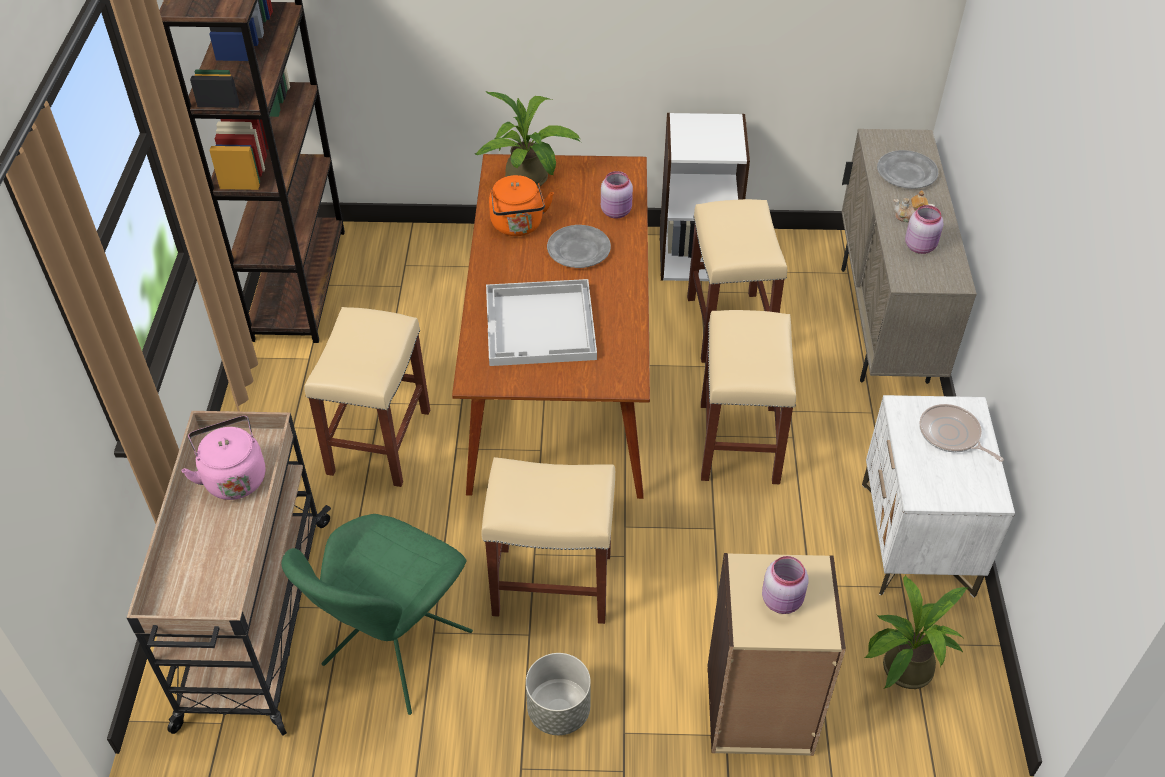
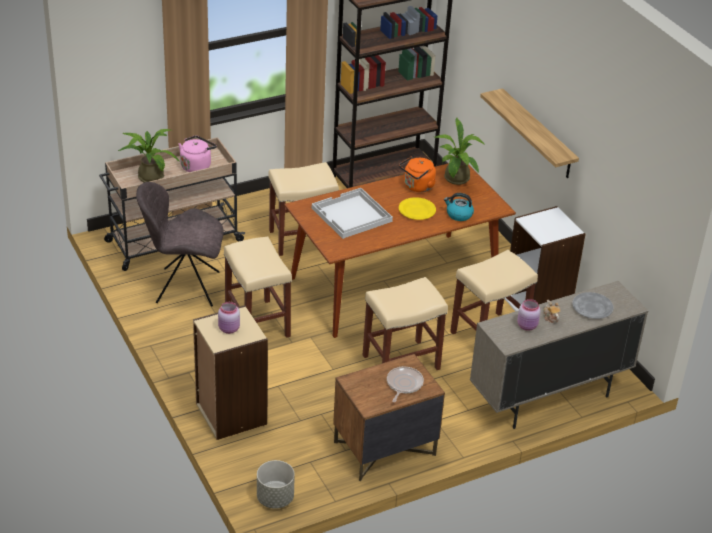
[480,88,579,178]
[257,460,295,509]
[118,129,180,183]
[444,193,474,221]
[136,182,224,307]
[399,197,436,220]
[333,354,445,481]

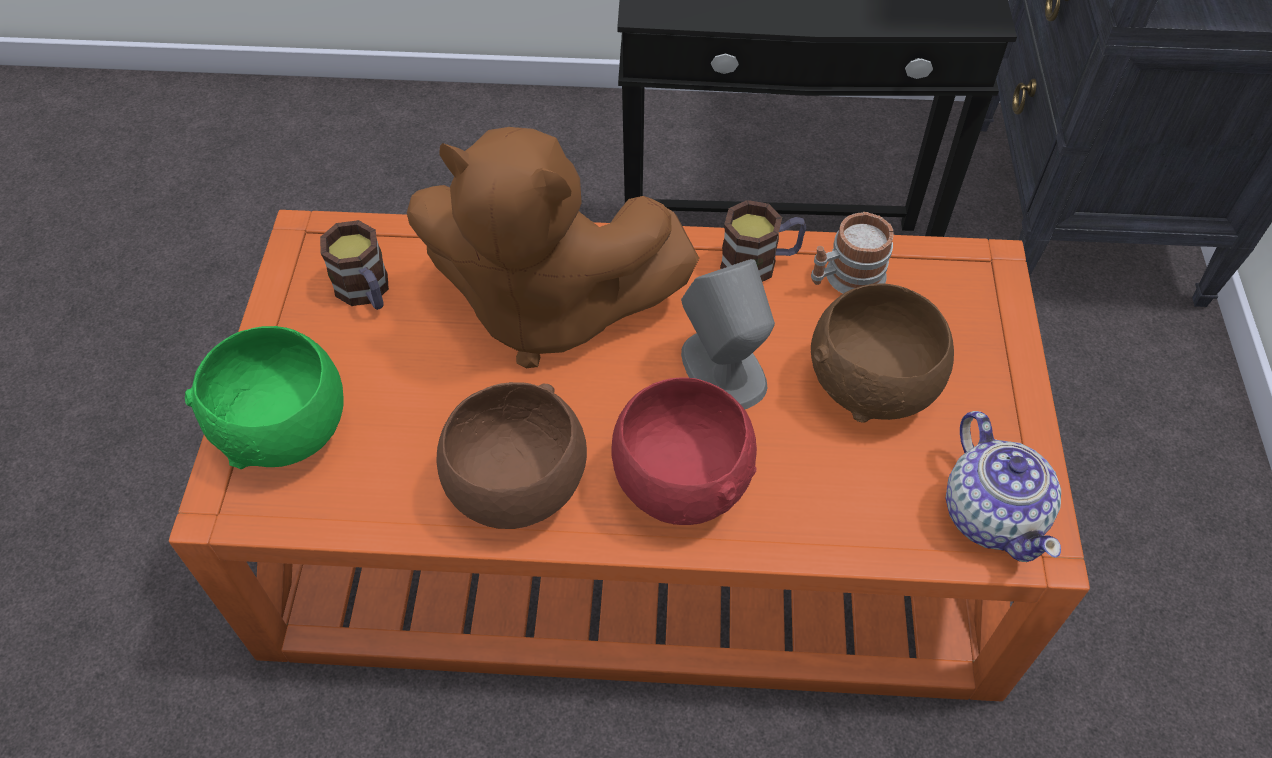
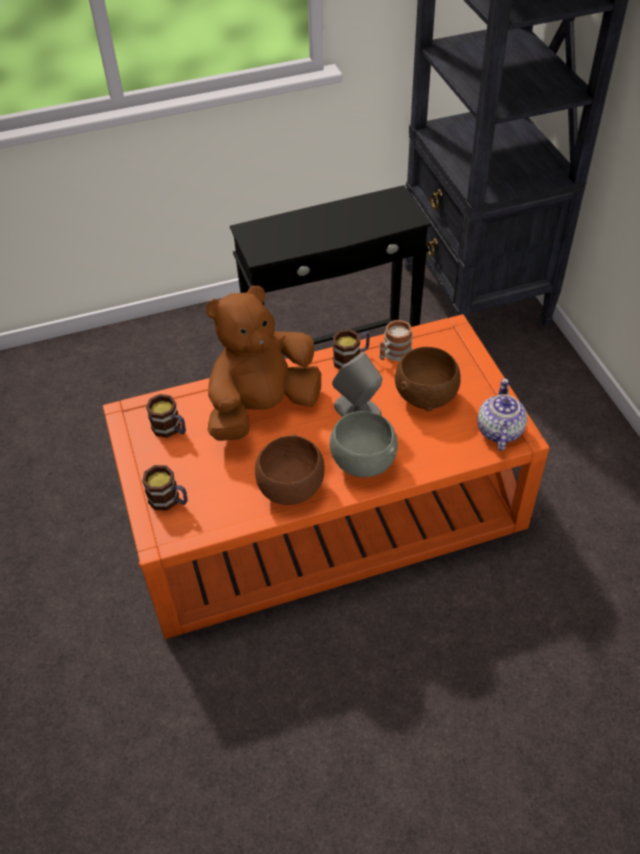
[142,465,188,511]
[330,411,398,477]
[206,286,321,441]
[477,378,527,451]

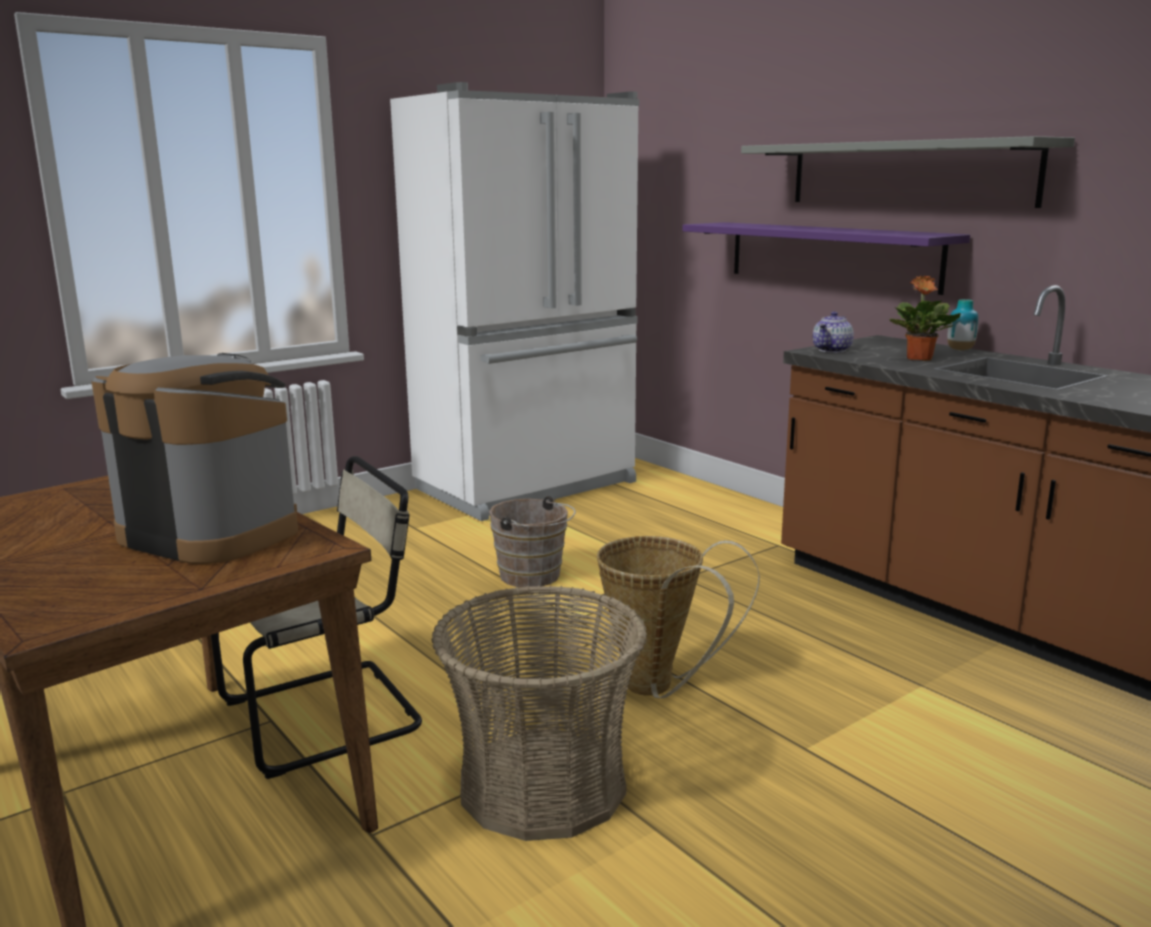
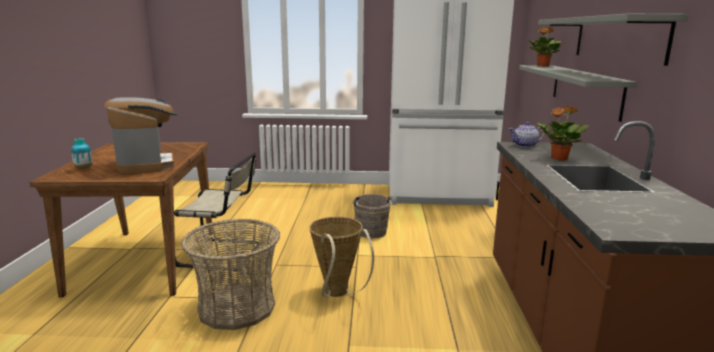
[528,27,561,67]
[71,138,92,170]
[519,65,636,122]

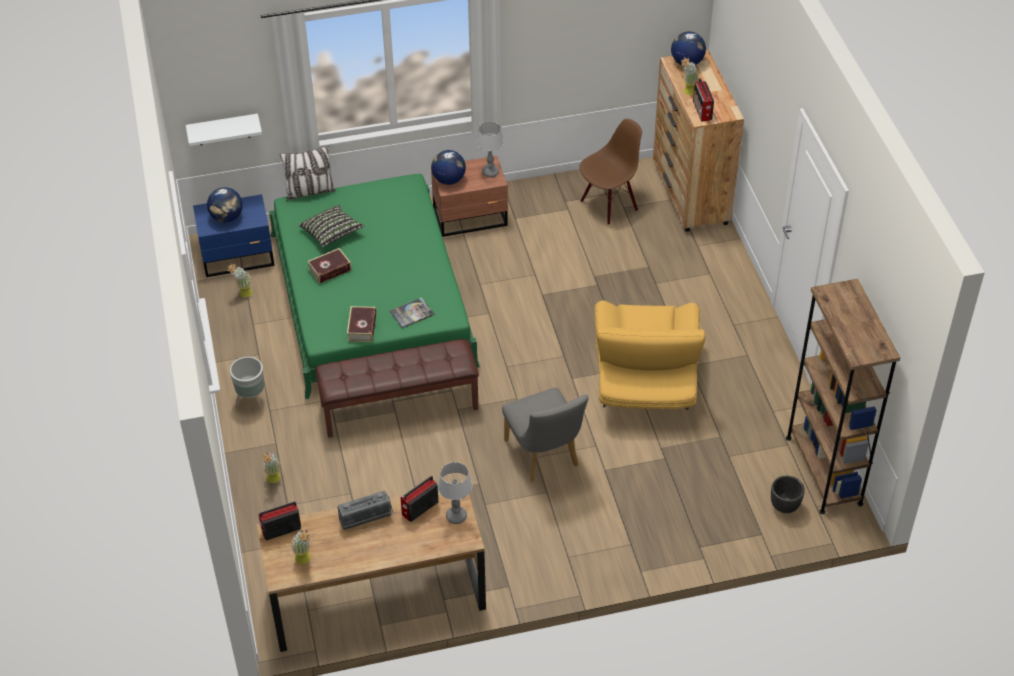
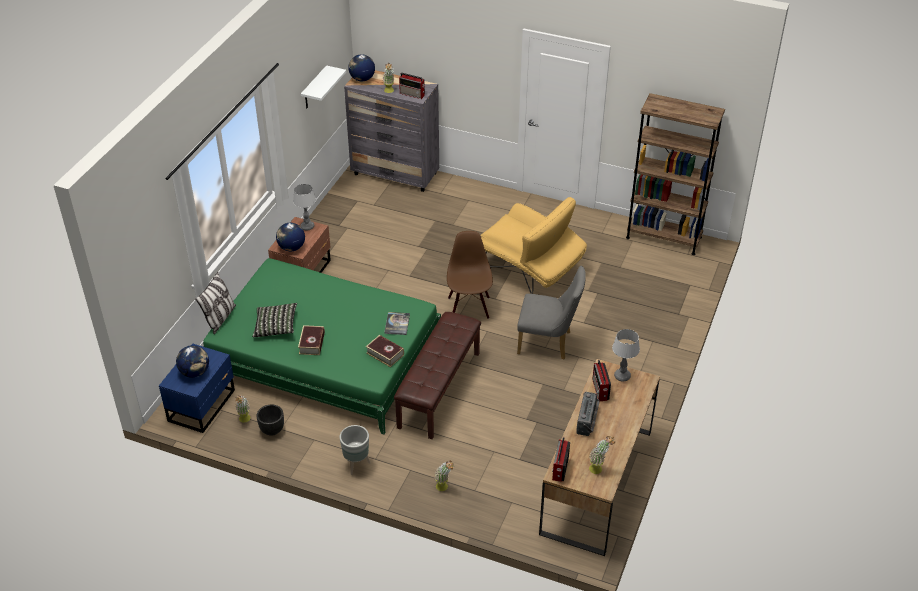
[301,65,346,108]
[447,231,493,319]
[257,405,284,436]
[344,70,439,192]

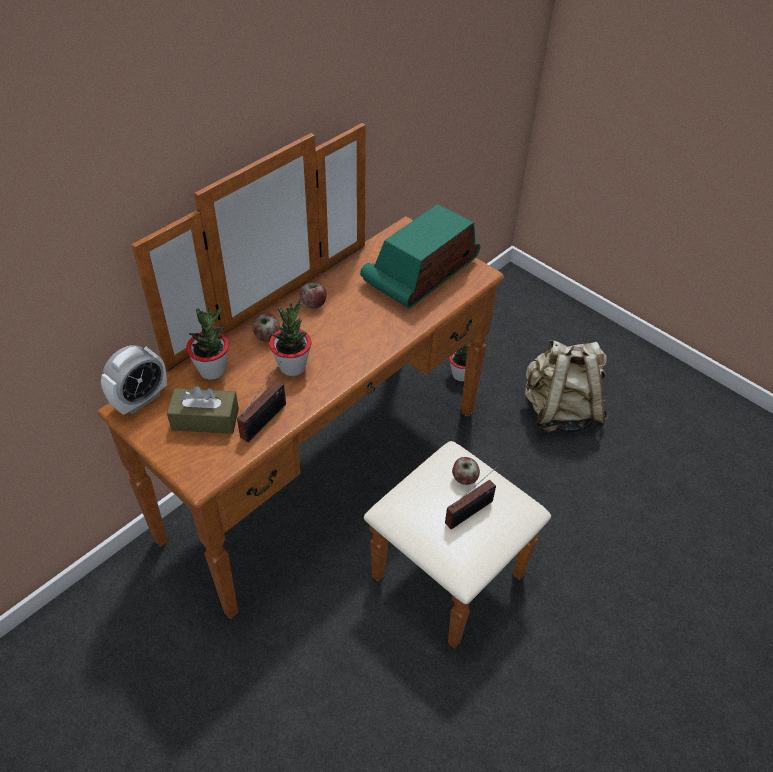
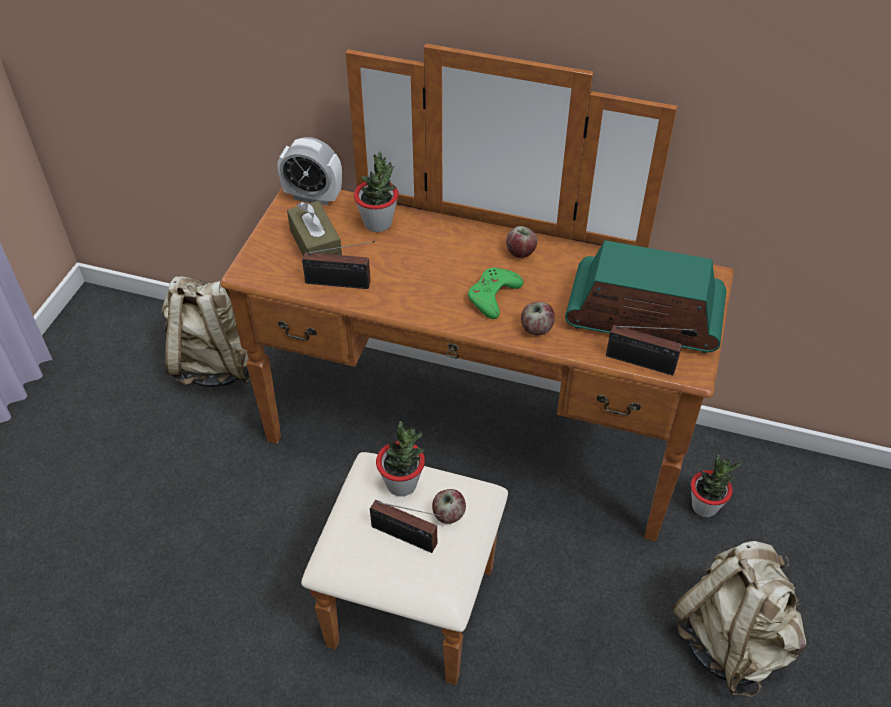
[162,276,250,387]
[468,268,524,319]
[606,325,695,375]
[521,302,555,336]
[376,421,425,497]

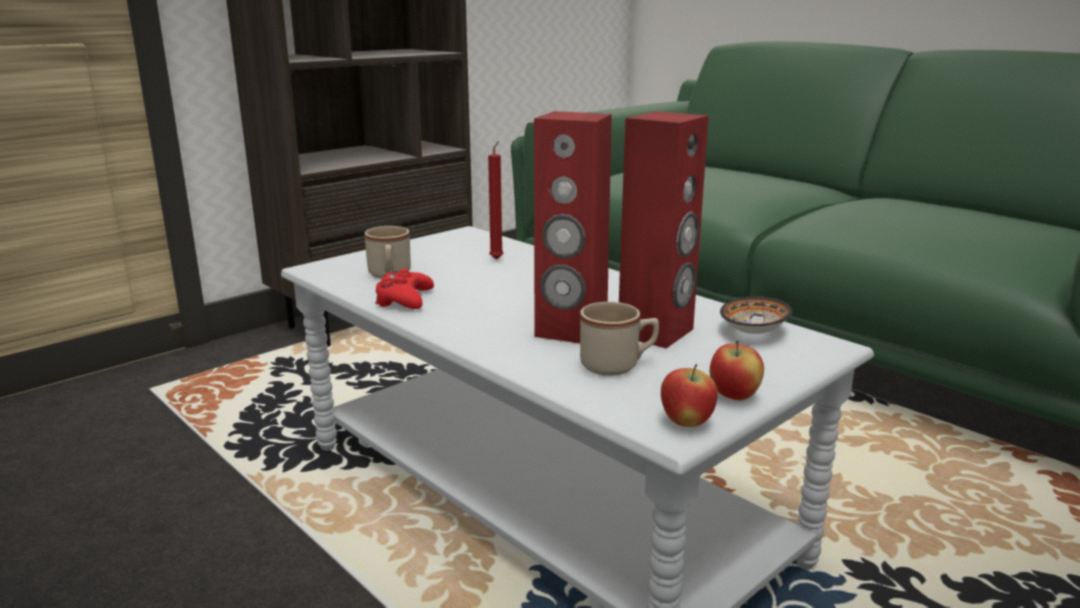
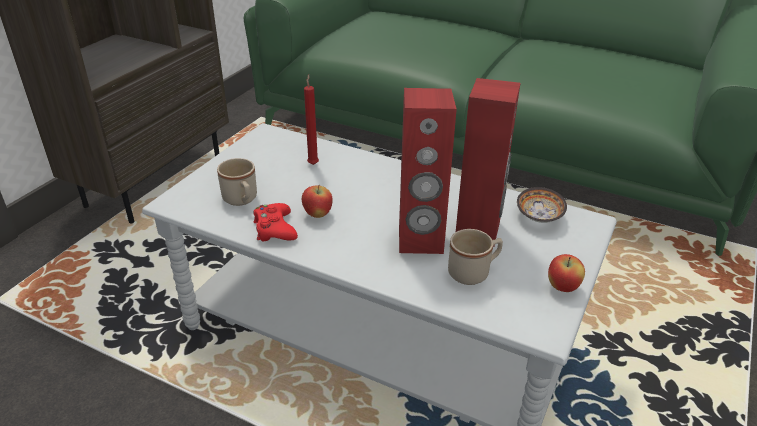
[302,185,333,218]

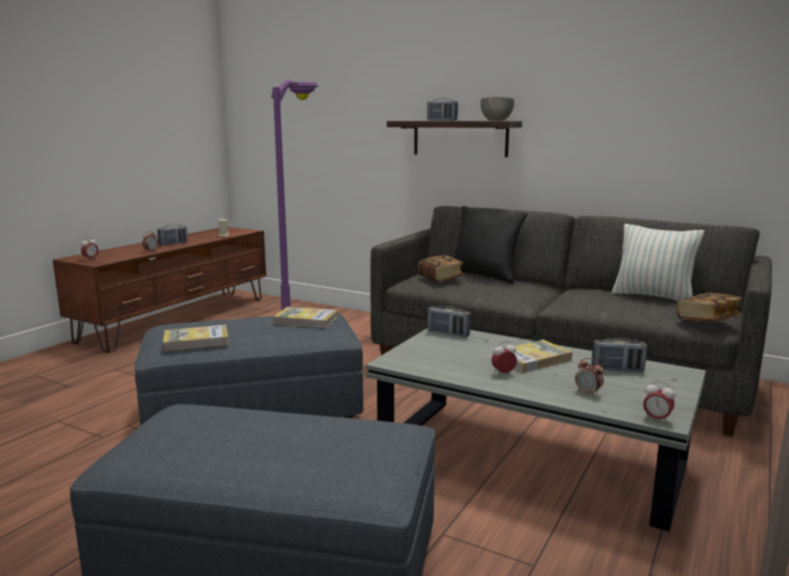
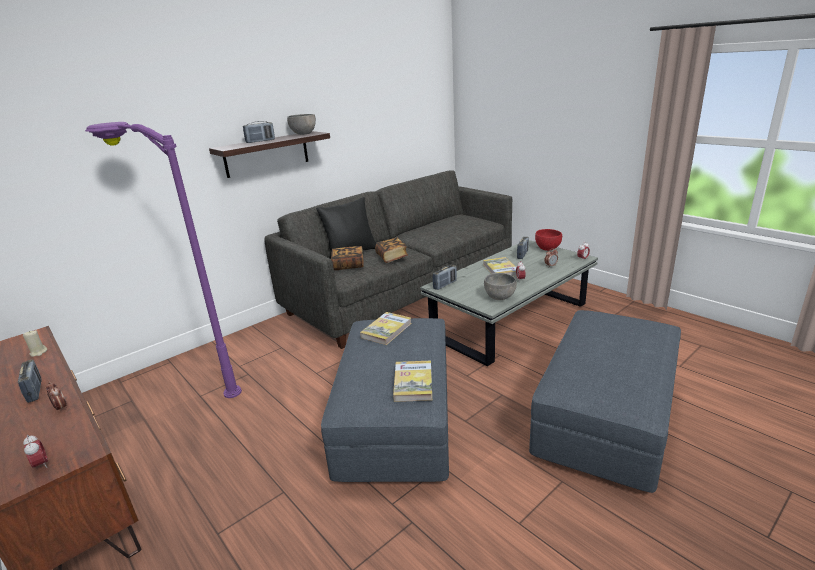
[612,224,704,302] (first image)
[484,273,517,300]
[535,229,562,251]
[375,238,408,263]

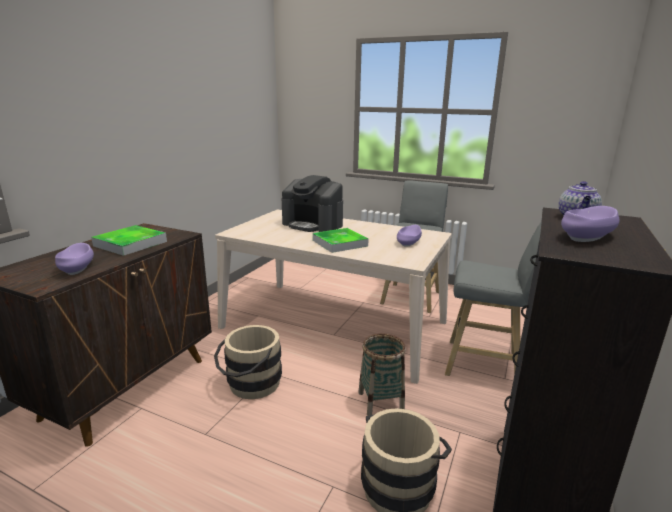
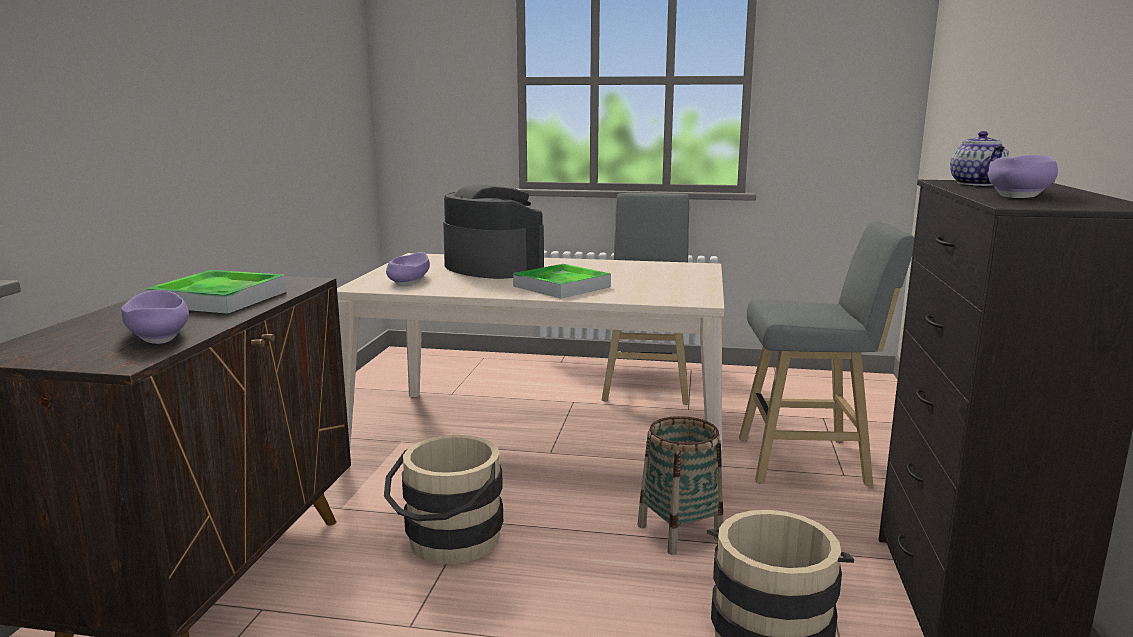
[386,252,430,286]
[443,184,544,279]

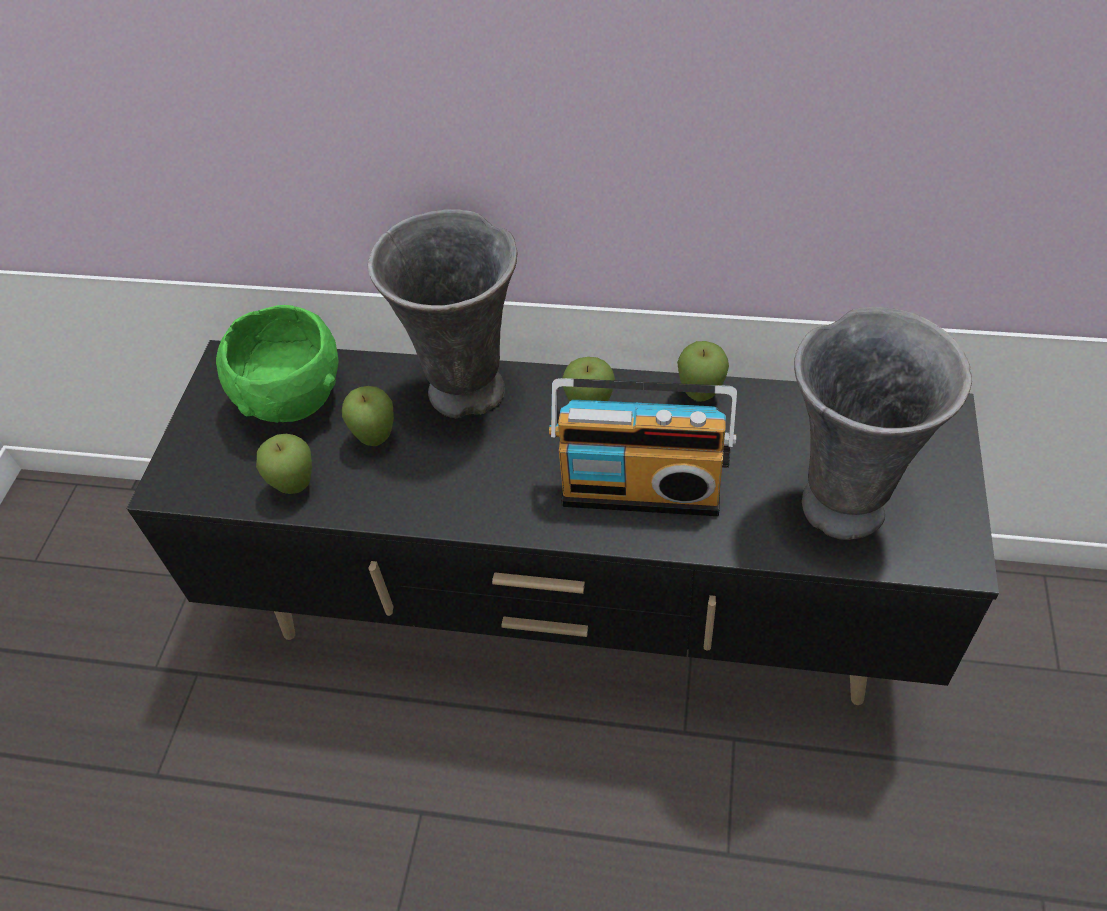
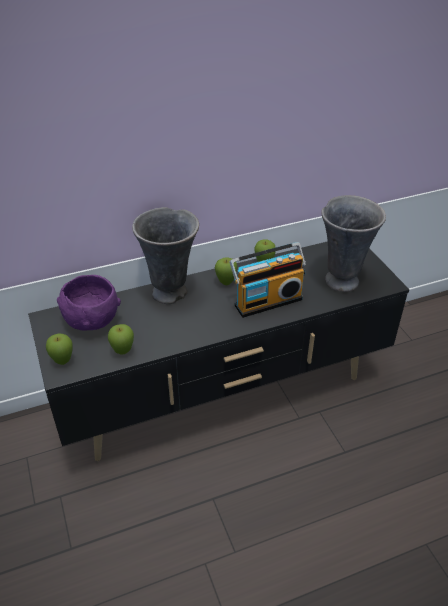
[46,333,73,365]
[57,275,121,331]

